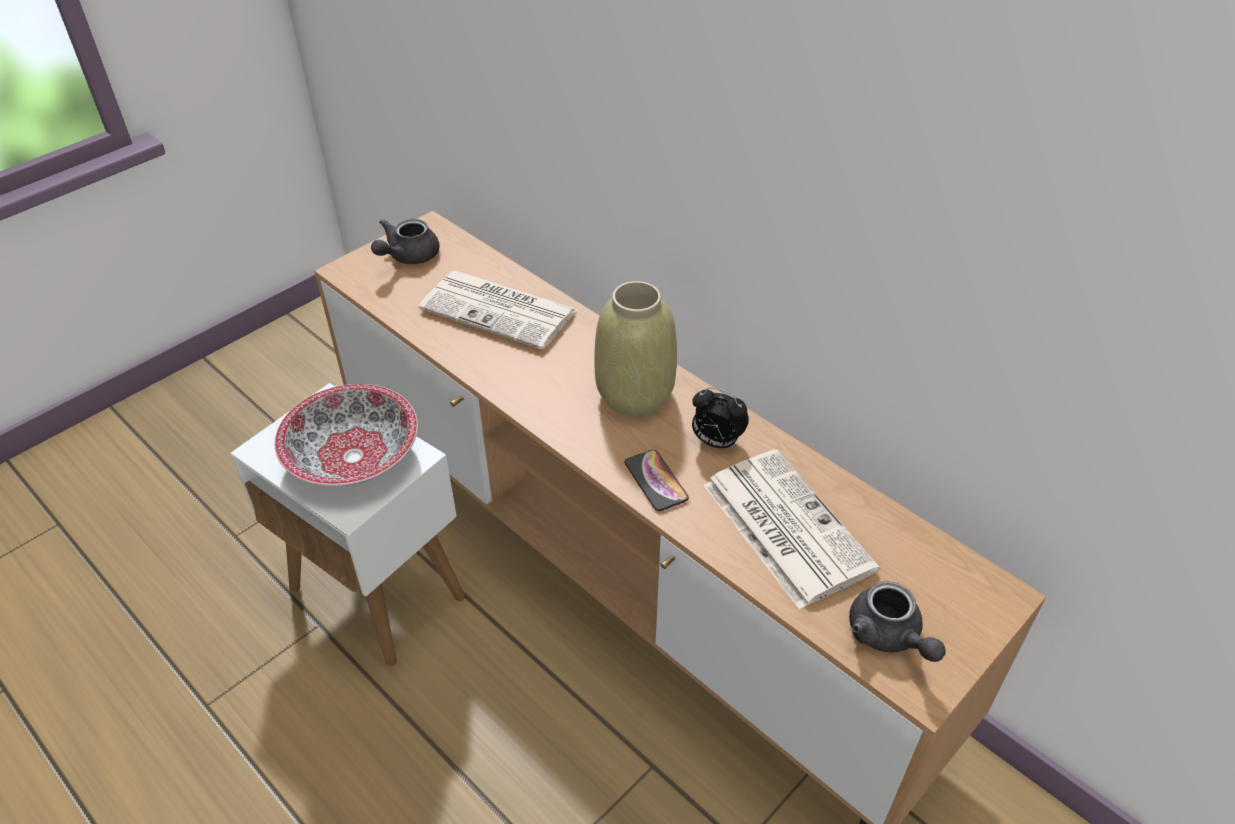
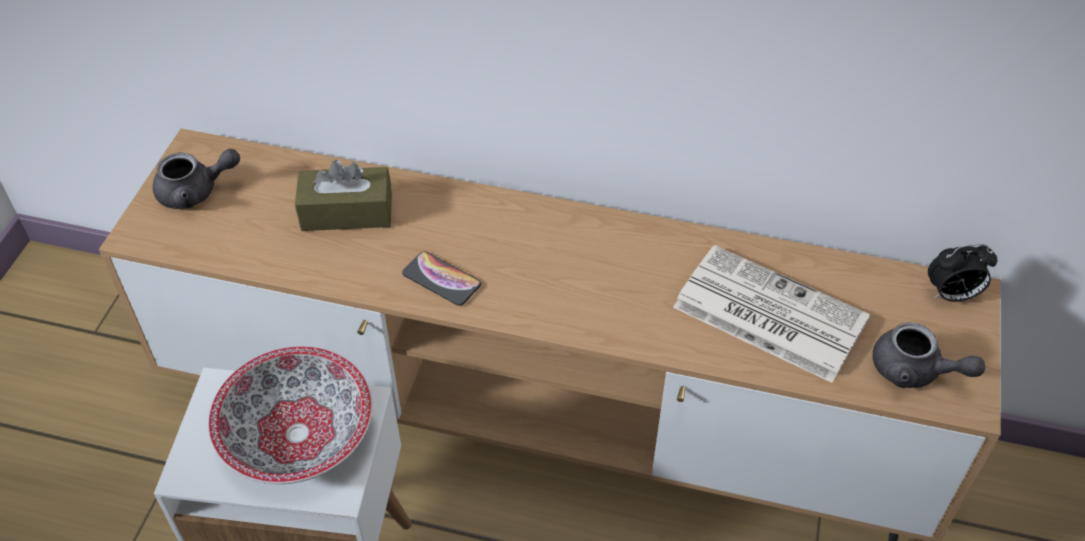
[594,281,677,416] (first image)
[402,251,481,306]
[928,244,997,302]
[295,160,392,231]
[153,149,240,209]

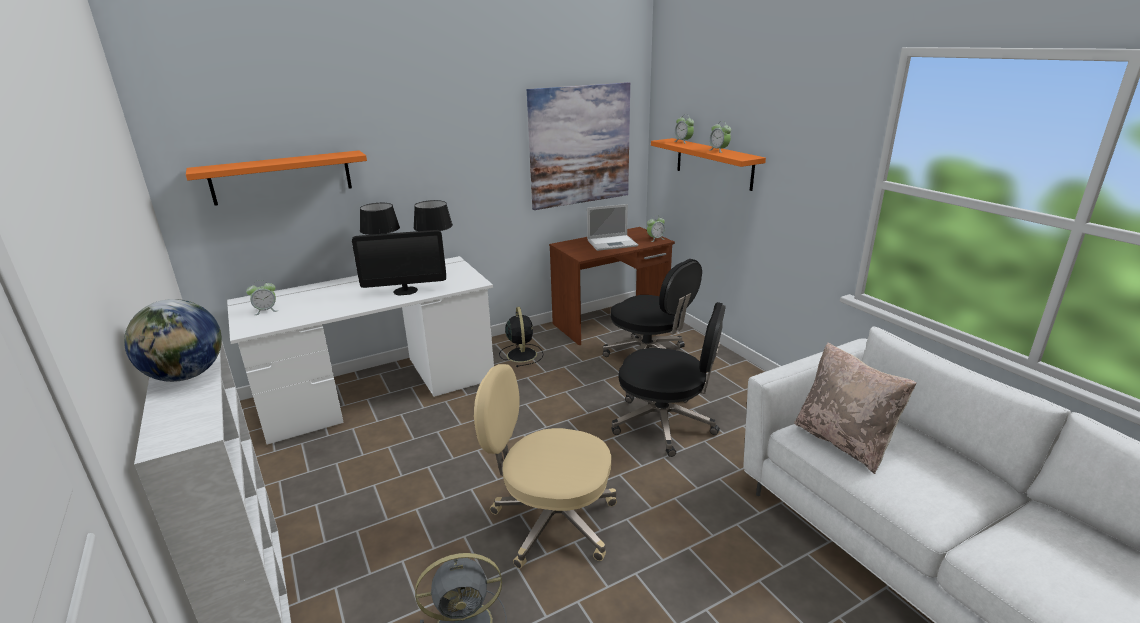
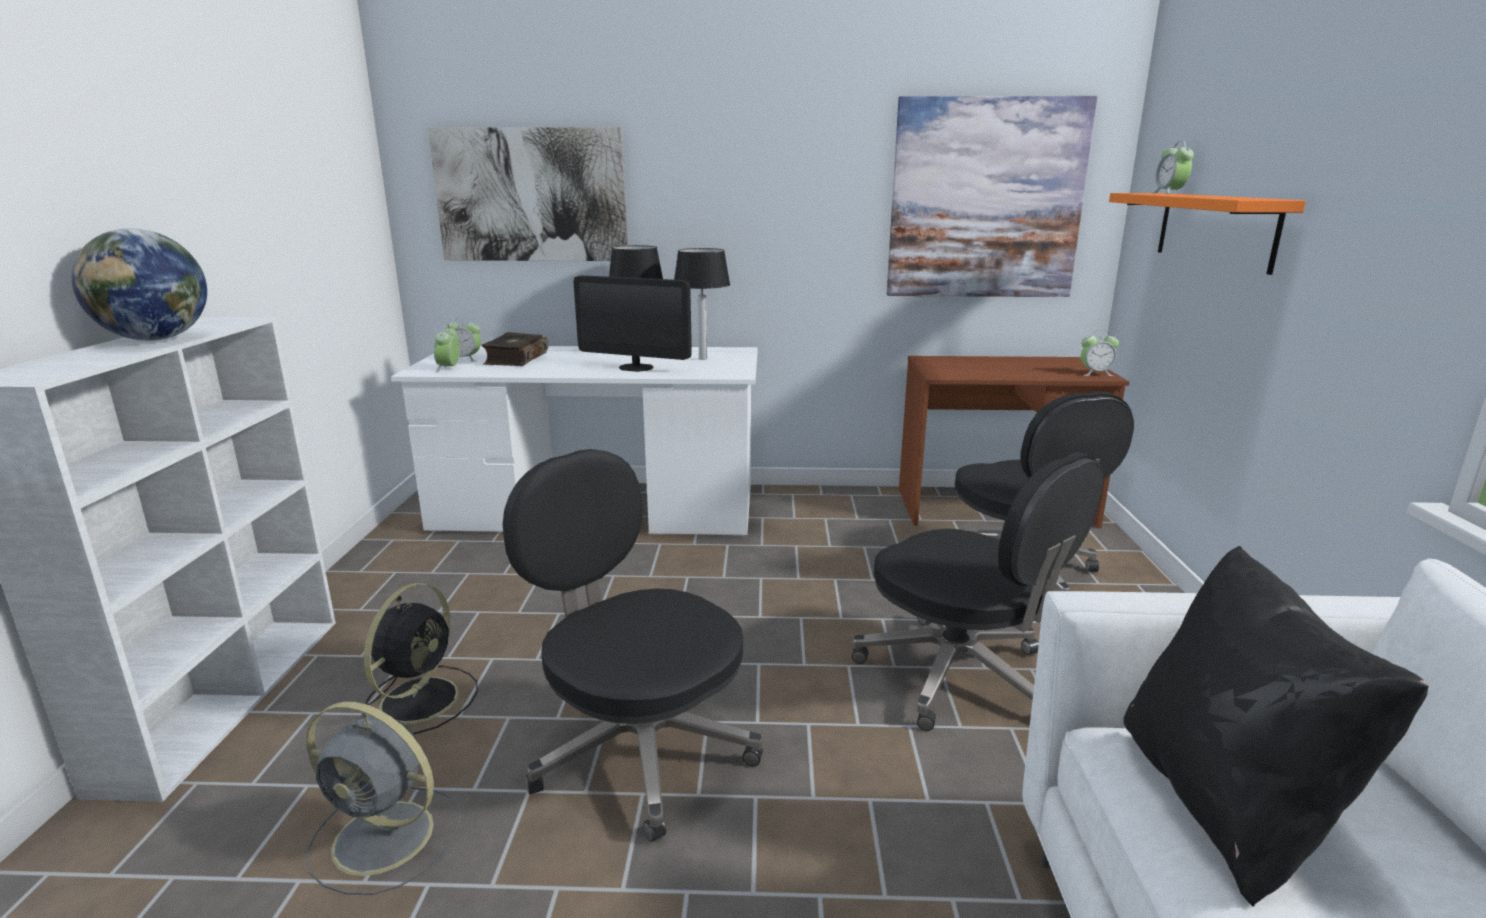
[587,204,638,251] (first image)
[481,332,548,366]
[364,583,478,734]
[434,324,459,373]
[428,127,628,261]
[503,449,763,842]
[1123,546,1429,907]

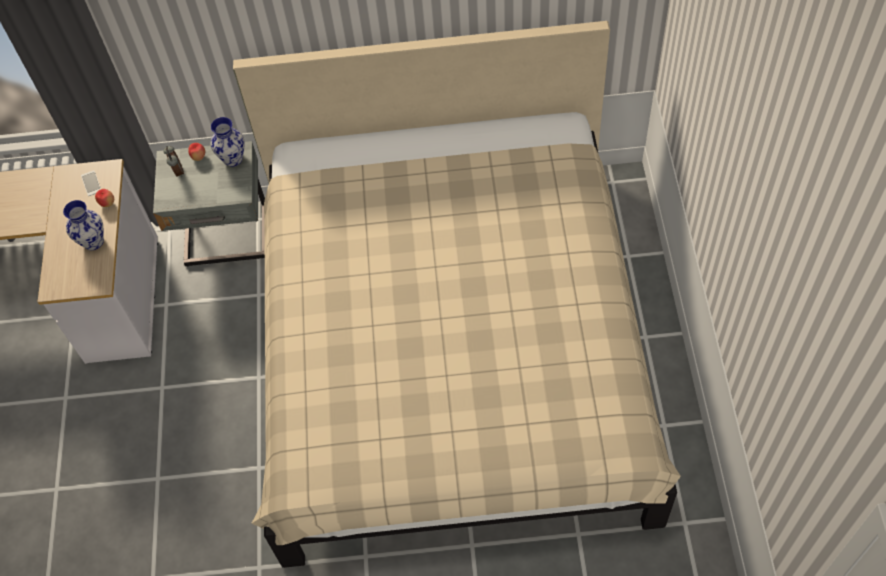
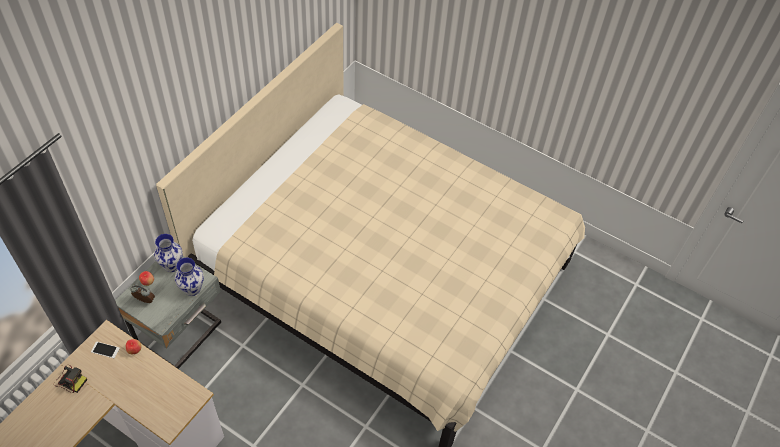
[54,365,87,393]
[175,258,204,296]

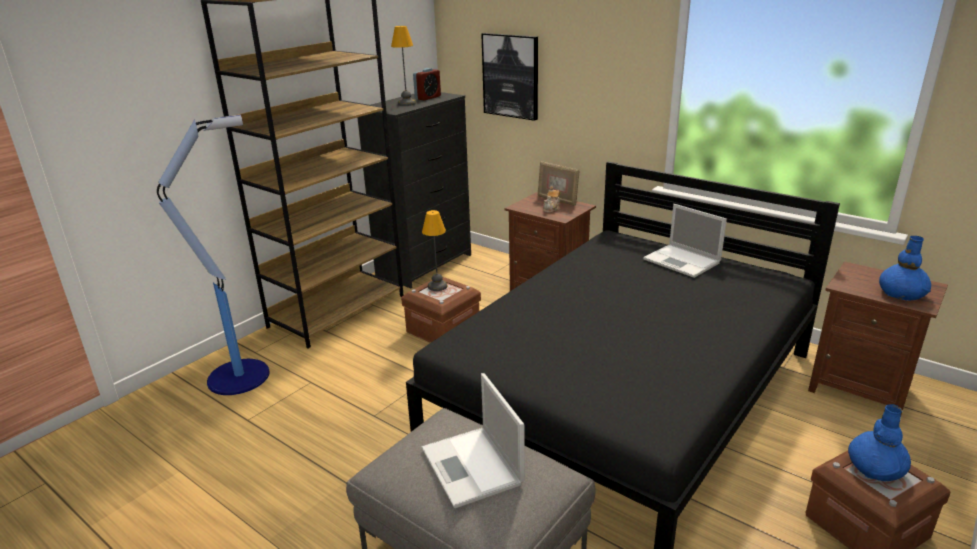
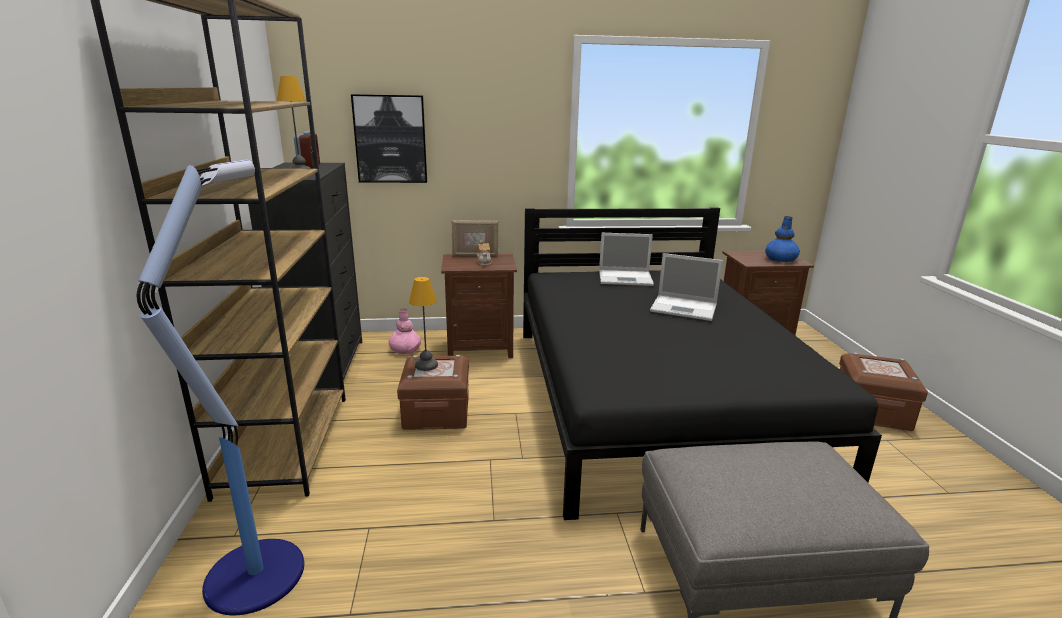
[848,404,911,481] (first image)
[388,308,421,355]
[650,253,723,321]

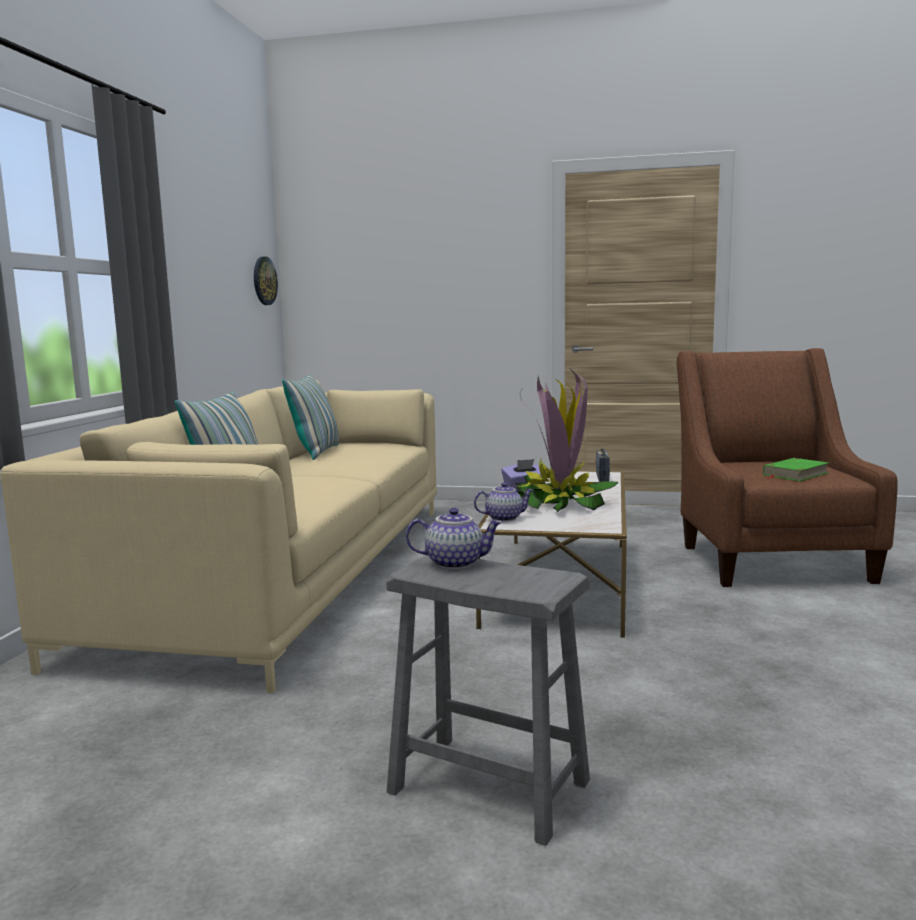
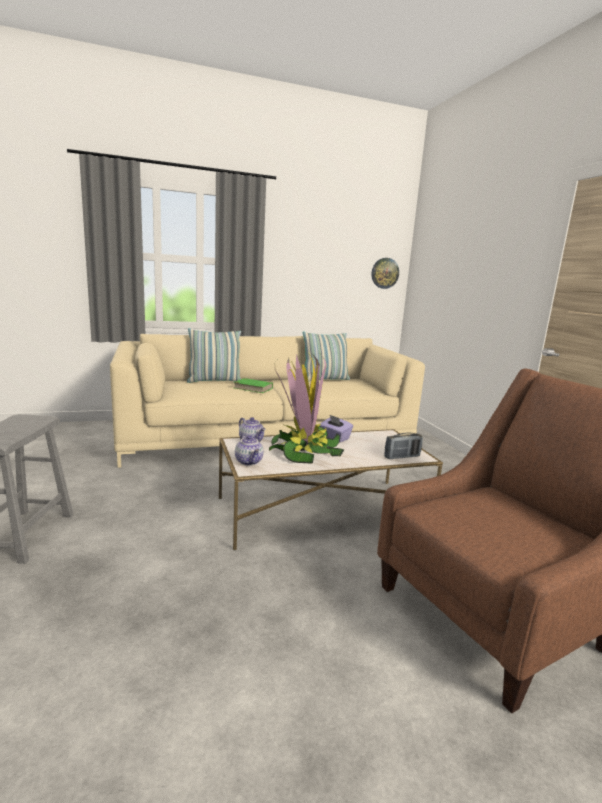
[235,435,263,466]
[233,378,273,393]

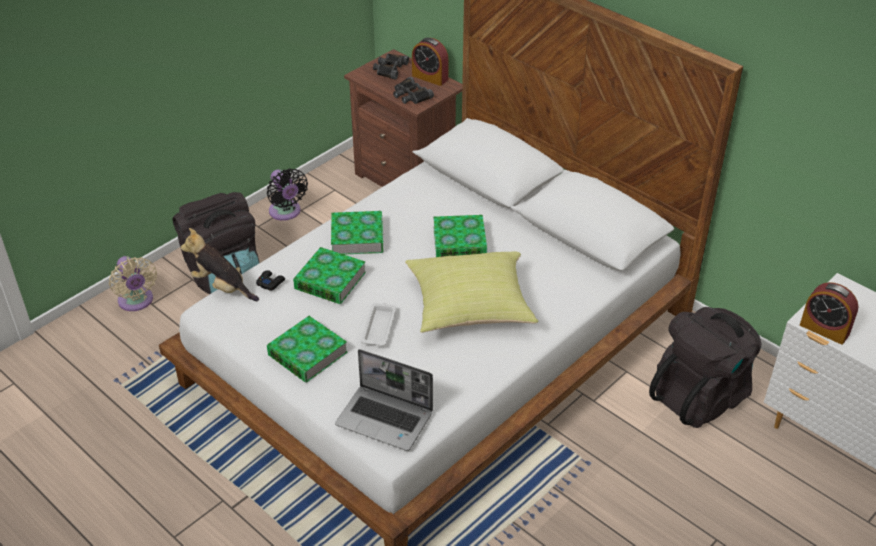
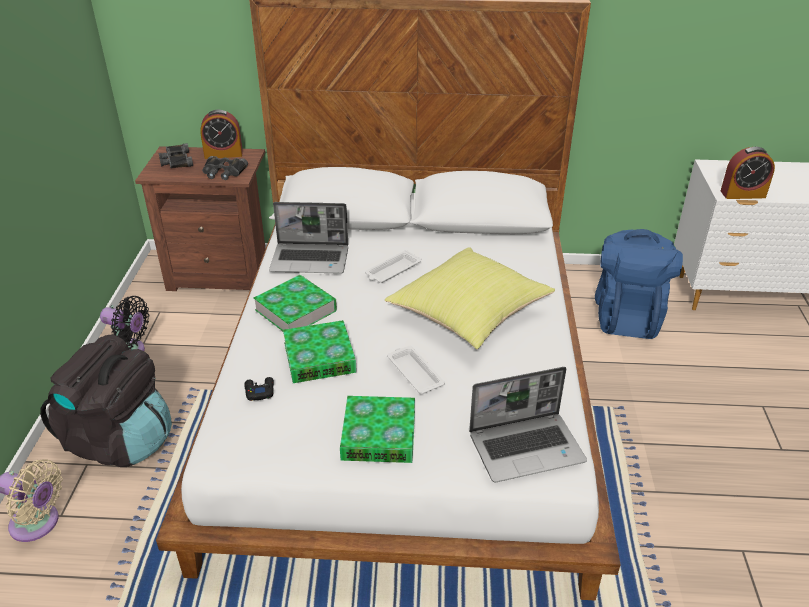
[181,228,259,301] (first image)
[269,202,348,274]
[365,250,422,283]
[595,229,683,339]

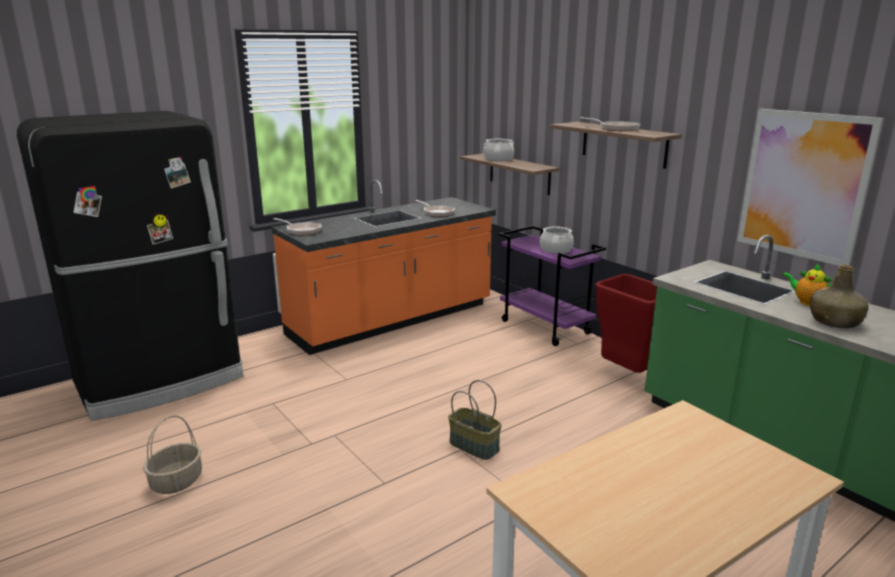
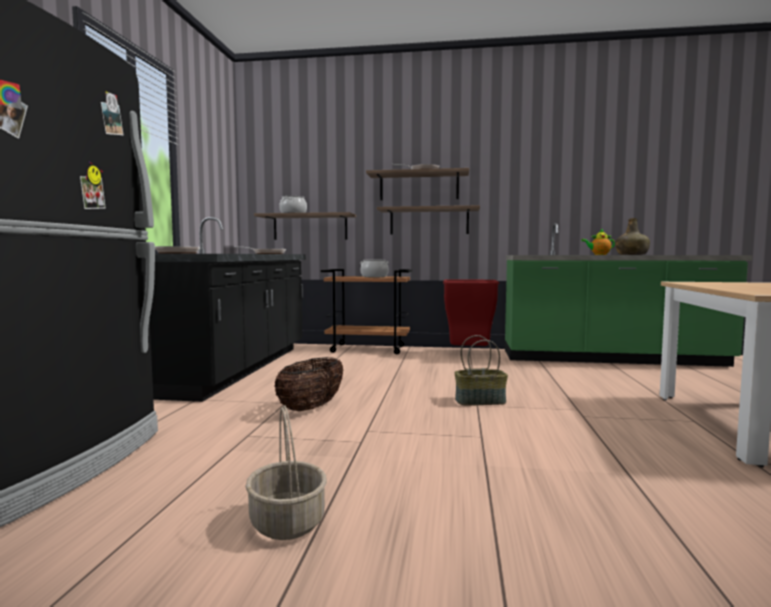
[737,109,884,266] (first image)
[274,357,344,412]
[377,205,480,234]
[150,217,306,402]
[321,269,413,354]

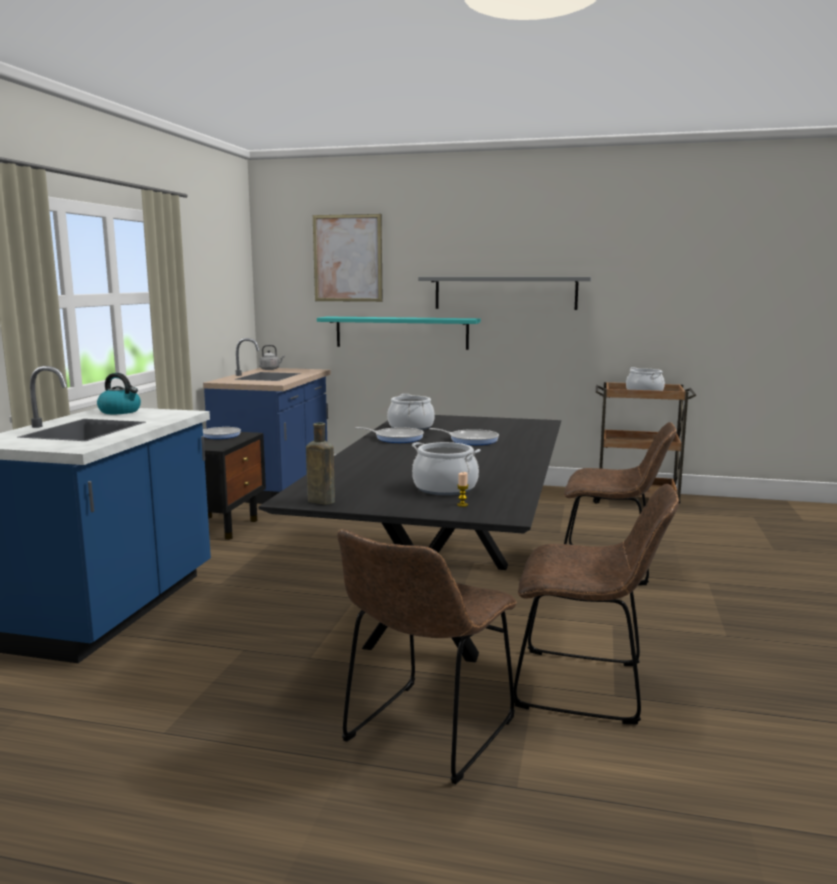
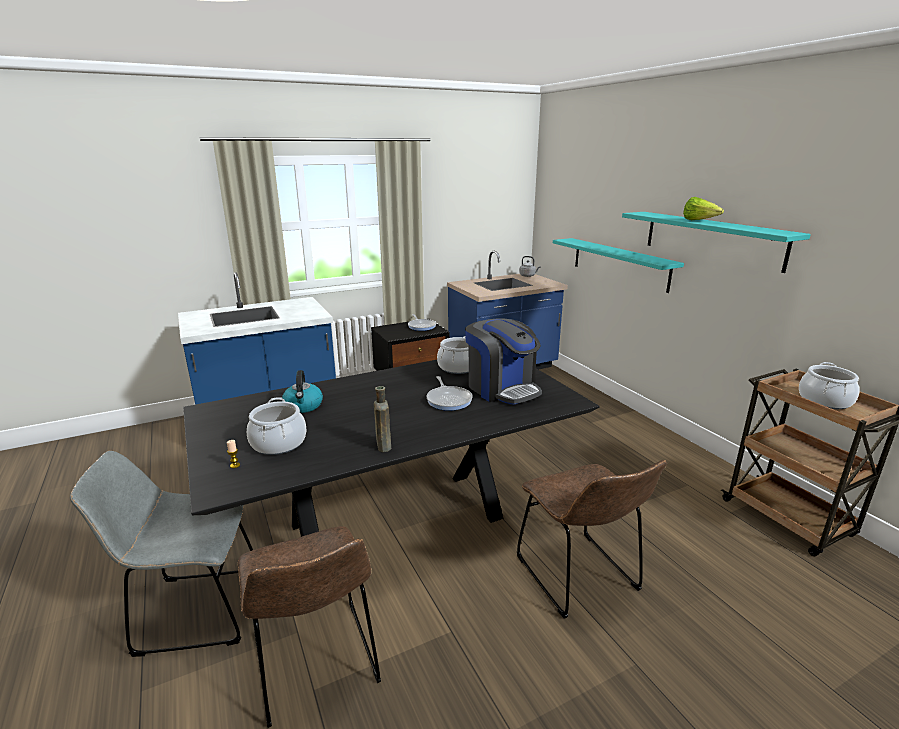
[313,214,383,302] (first image)
[355,427,424,443] (first image)
[465,319,542,405]
[683,197,724,220]
[282,370,323,413]
[374,386,391,452]
[70,451,253,657]
[622,212,811,273]

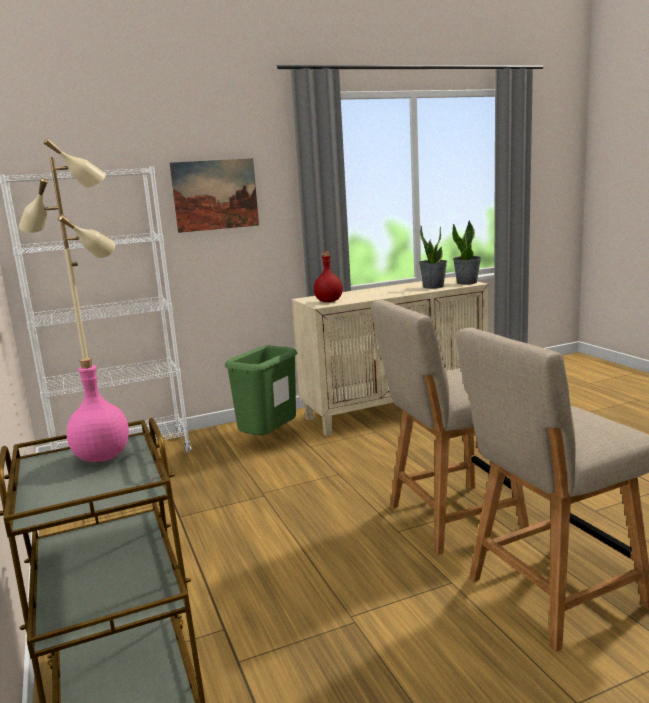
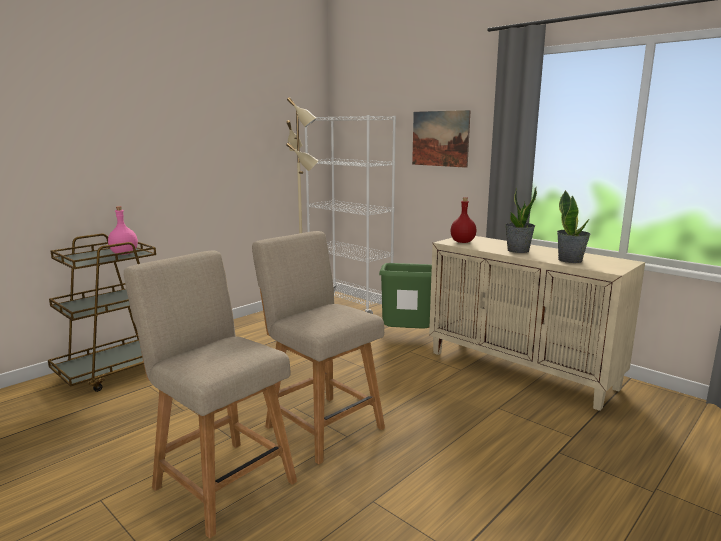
[505,187,537,253]

